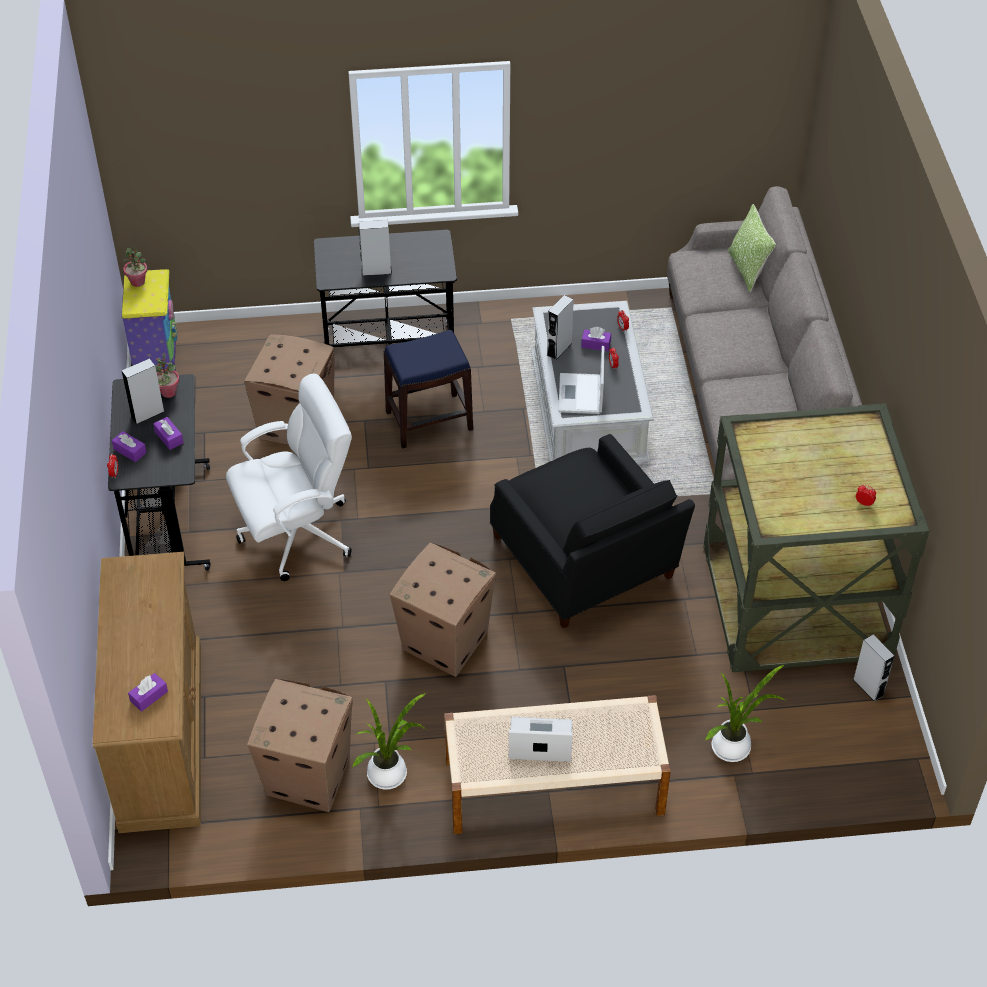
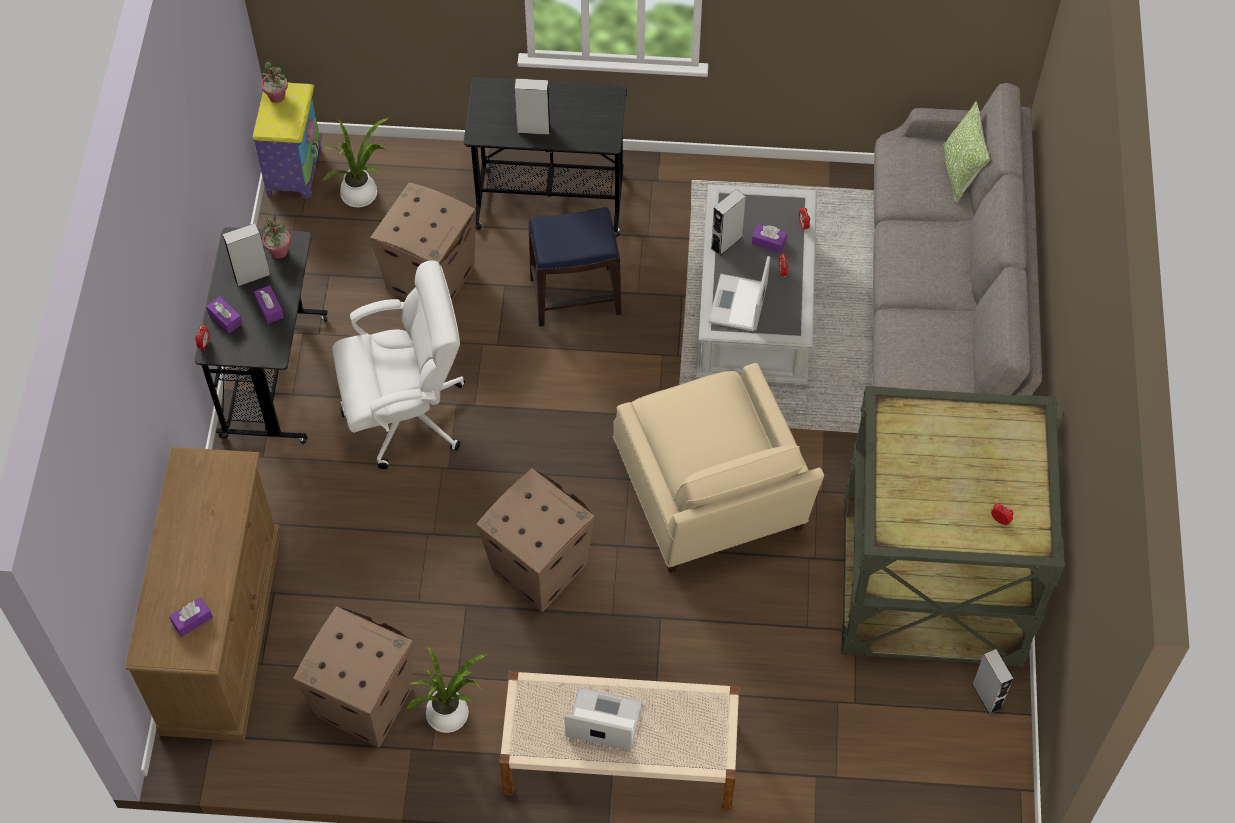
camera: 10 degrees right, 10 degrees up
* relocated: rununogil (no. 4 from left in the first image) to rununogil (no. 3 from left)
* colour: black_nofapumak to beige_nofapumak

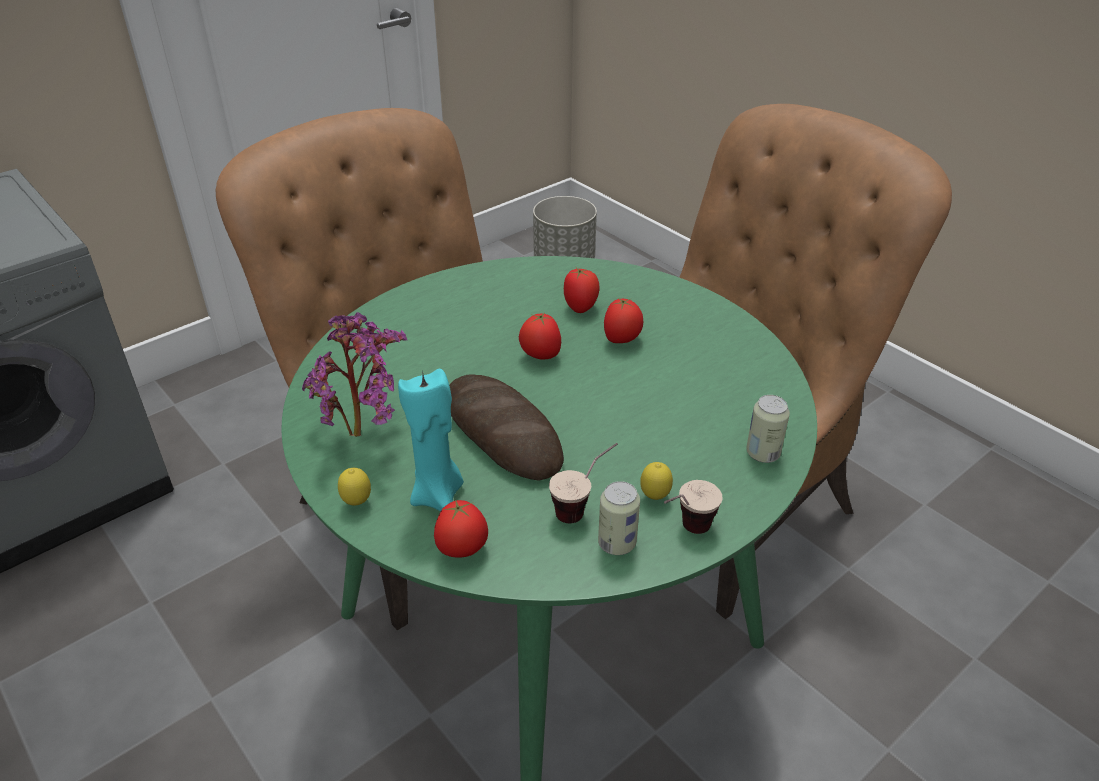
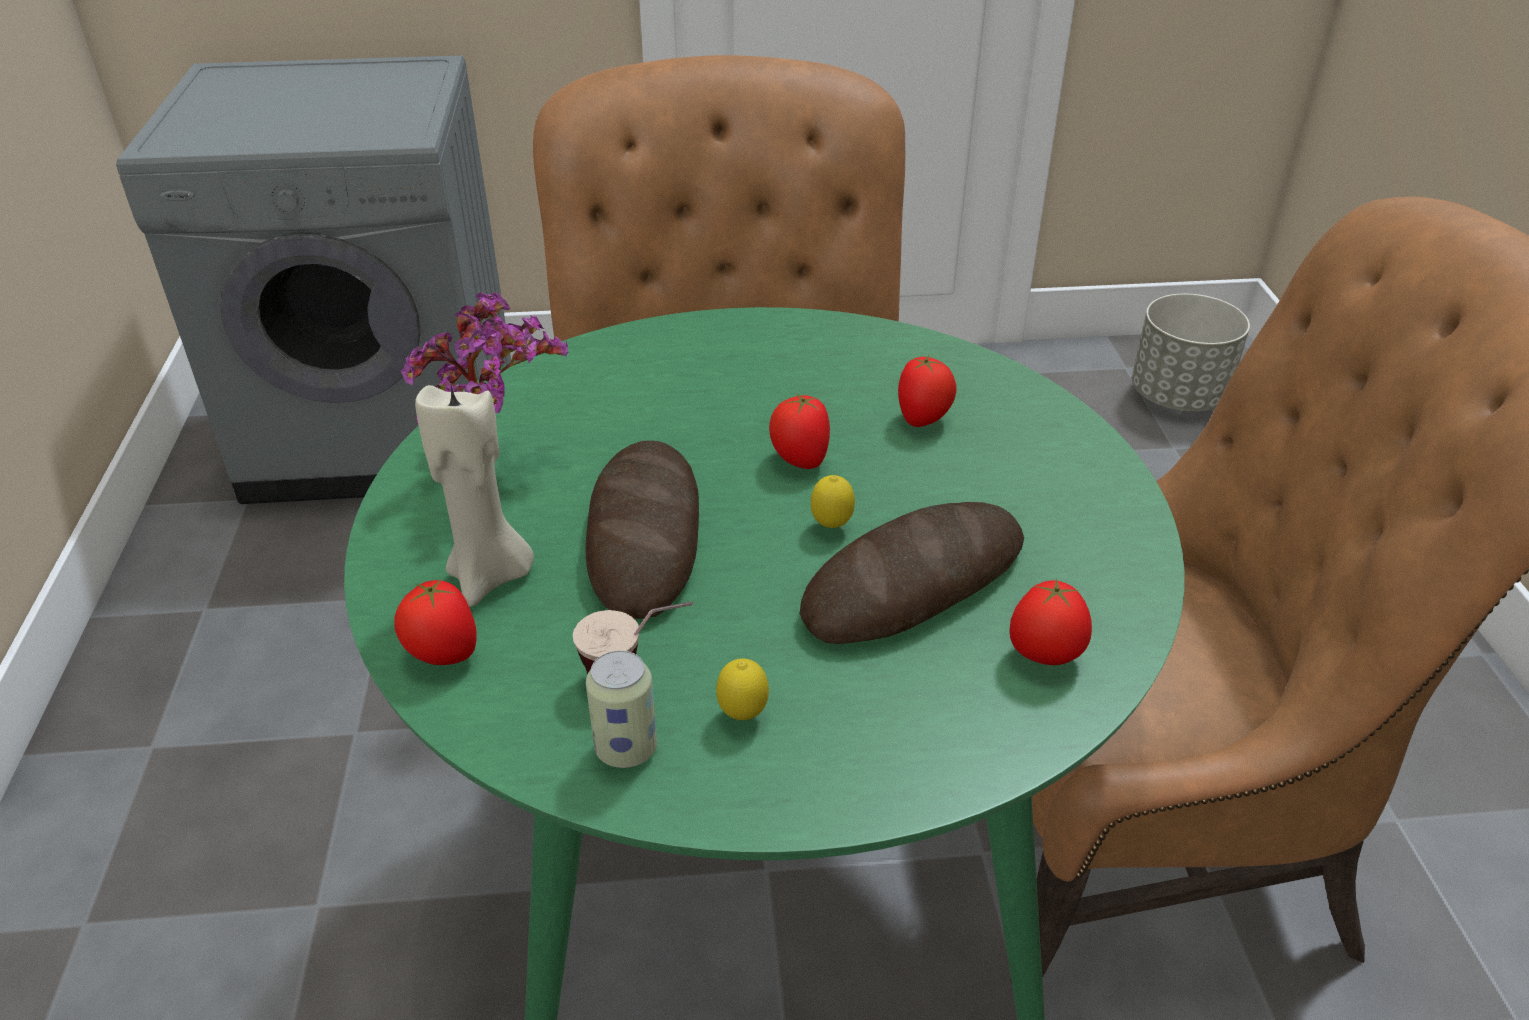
camera: 35 degrees right, 0 degrees up
* colour: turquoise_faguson to beige_faguson
* appeared: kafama (no. 2 from left)
* relocated: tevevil (no. 1 from left in the first image) to tevevil (no. 2 from left)
* relocated: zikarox (no. 4 from left)
* missing: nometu (no. 2 from left)
* missing: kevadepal (no. 2 from left)

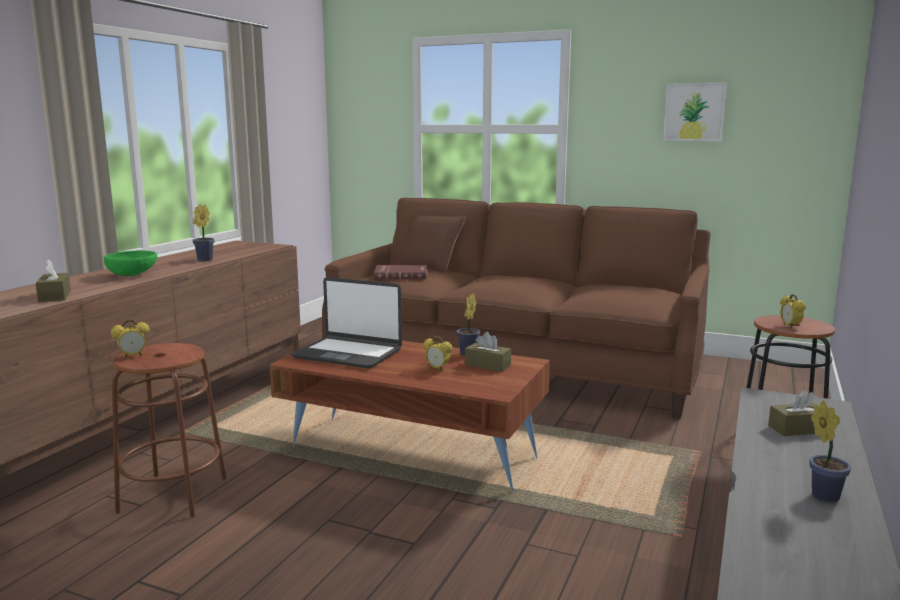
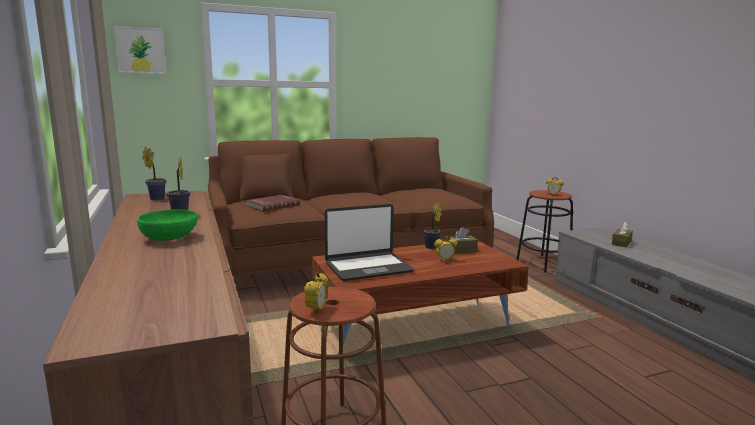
camera: 45 degrees left, 0 degrees up
* relocated: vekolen
* relocated: rununogil (no. 3 from left in the first image) to rununogil (no. 1 from left)
* missing: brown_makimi (no. 1 from left)

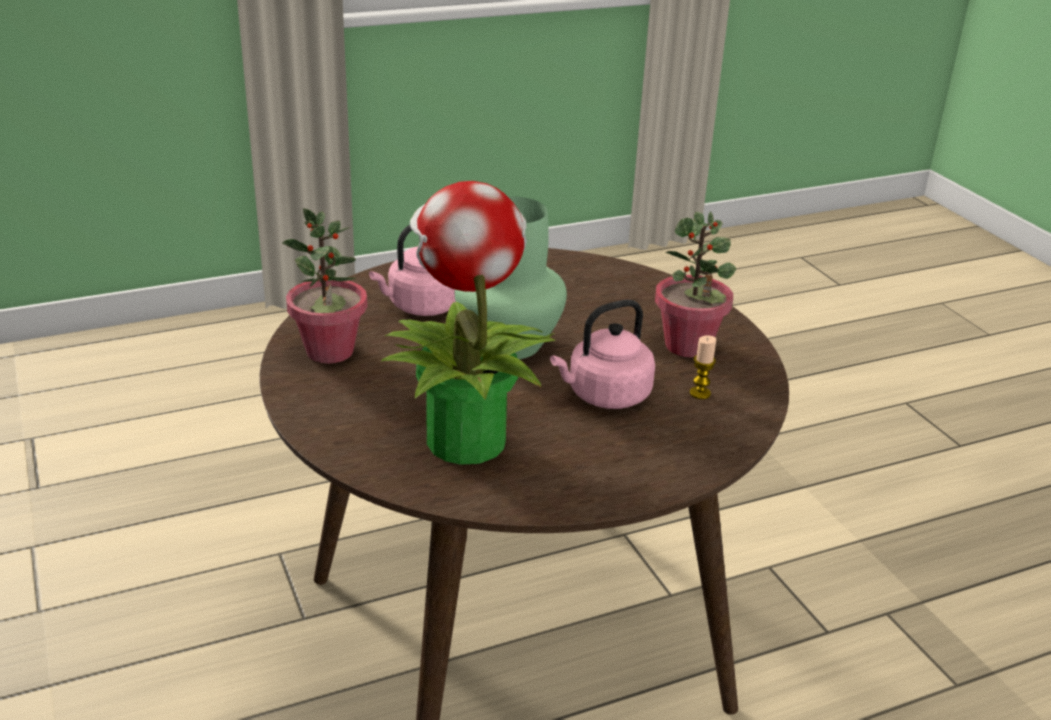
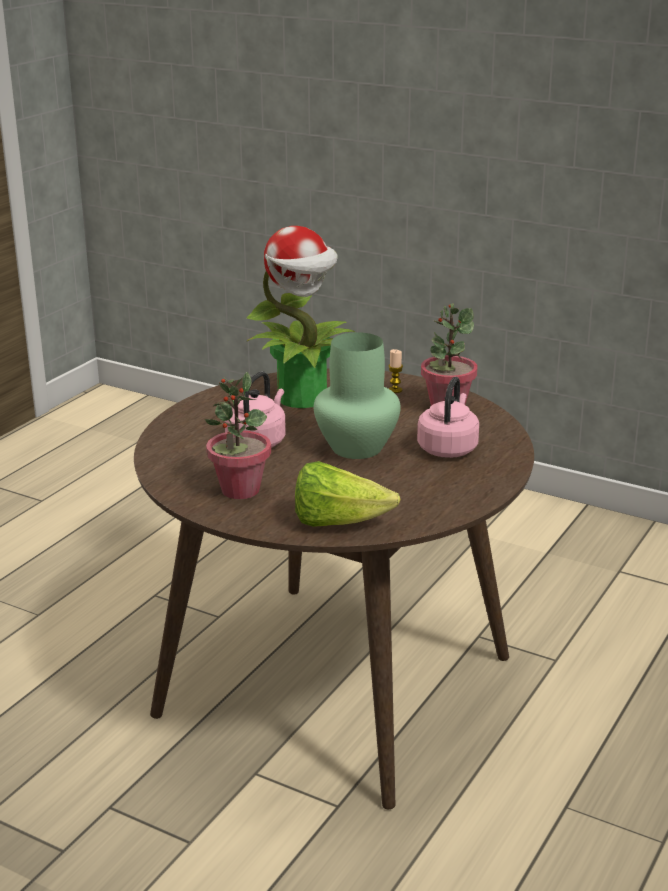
camera: 145 degrees right, 5 degrees down
* appeared: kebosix
* relocated: faguson

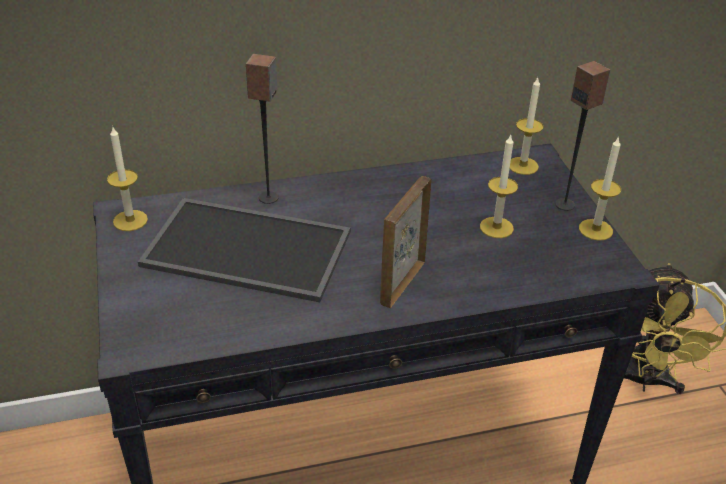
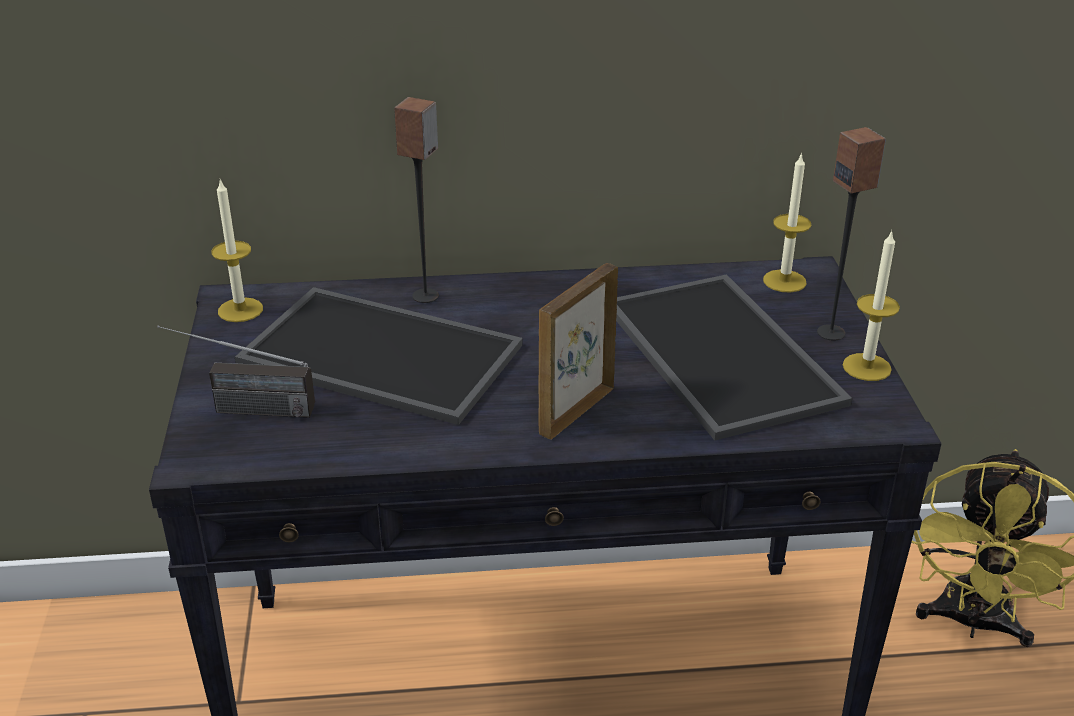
camera: 10 degrees right, 5 degrees down
* appeared: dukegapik
* exchanged: faguson (no. 2 from left) to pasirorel (no. 2 from left)

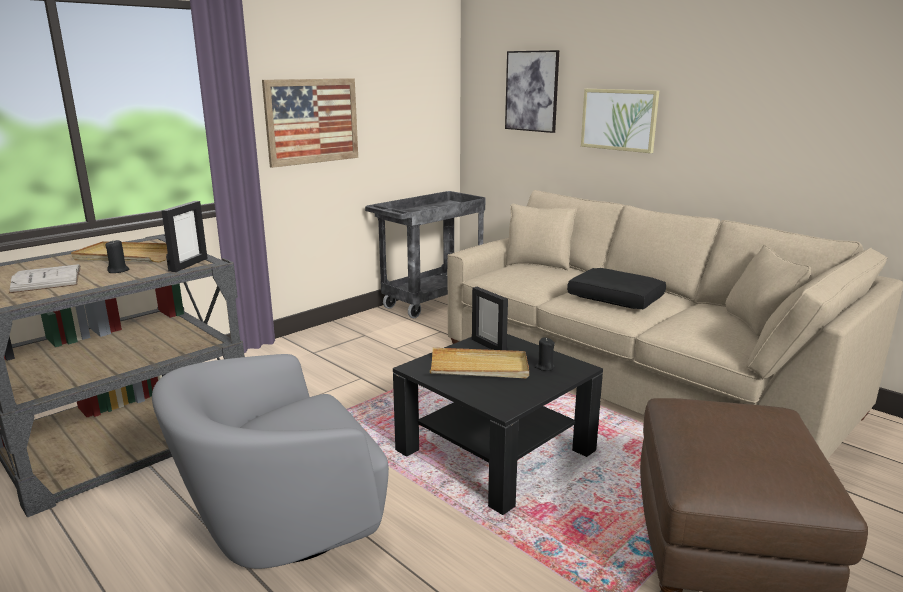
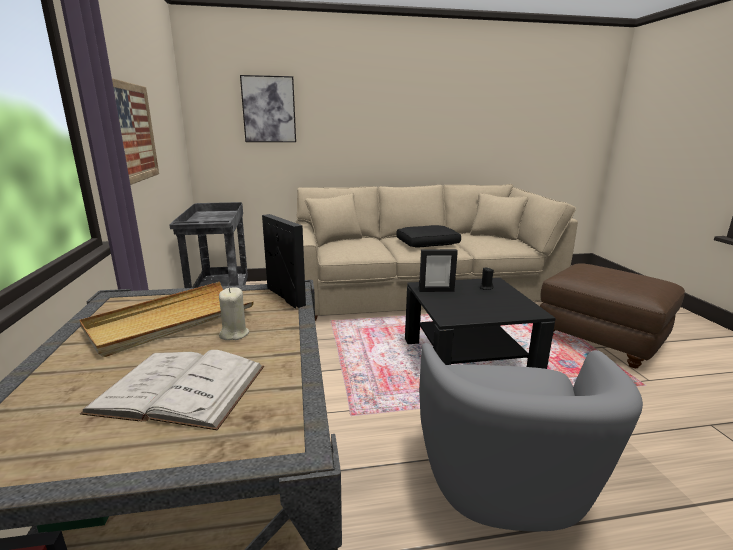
camera: 55 degrees left, 0 degrees up
* colour: black_faguson (no. 1 from left) to beige_faguson
* missing: beige_pasirorel (no. 2 from left)
* missing: vekolen (no. 3 from left)

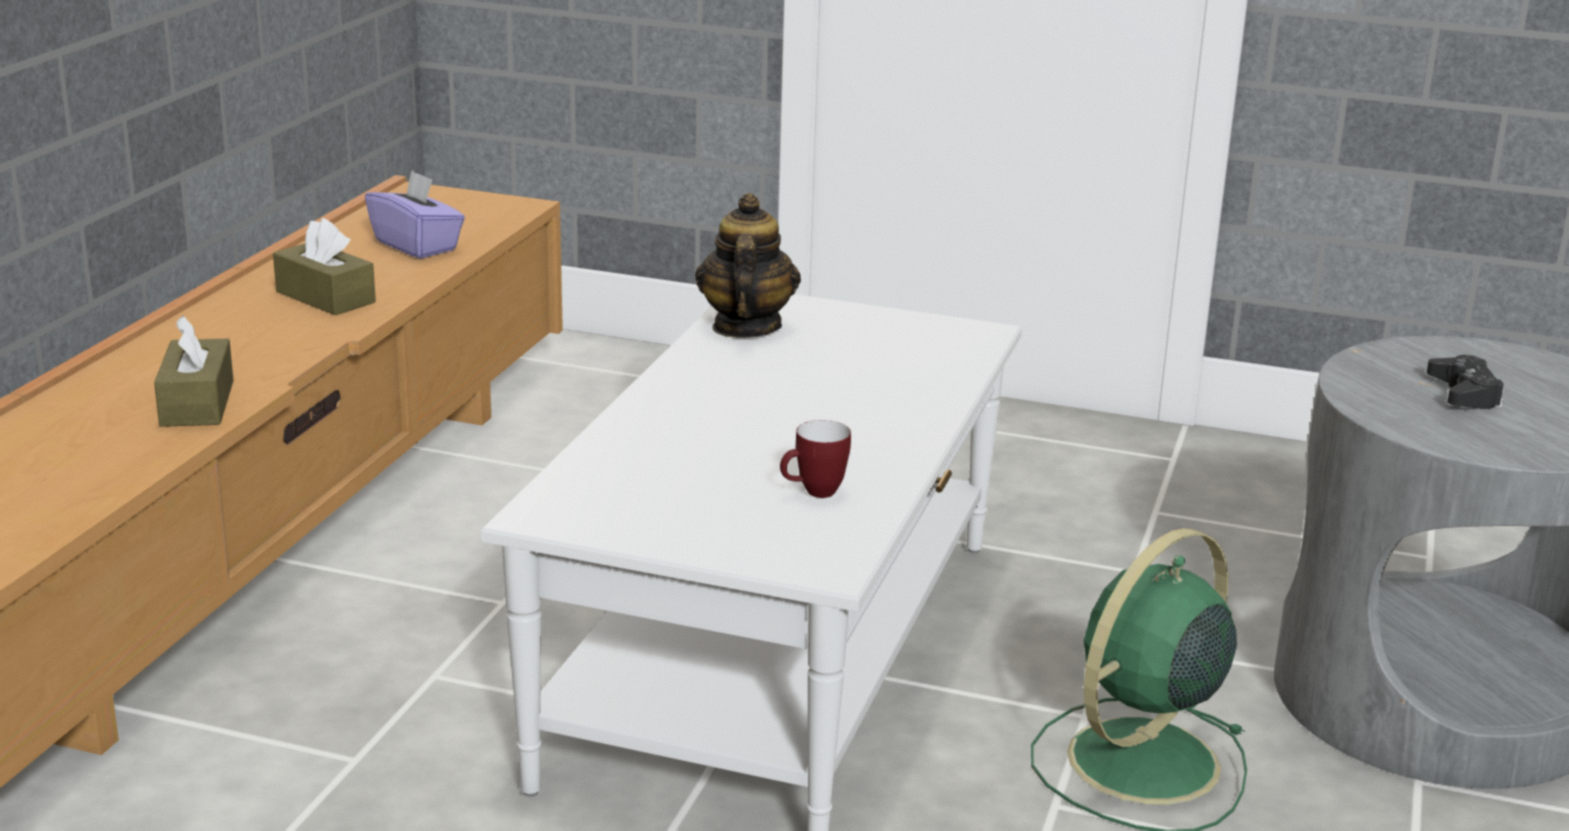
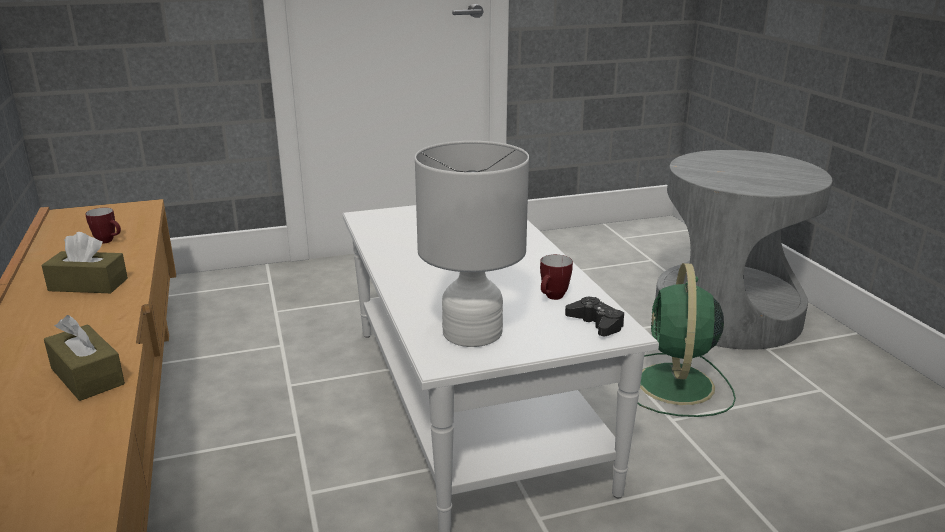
camera: 35 degrees left, 0 degrees up
* exchanged: purple_makimi to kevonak (no. 1 from left)
* appeared: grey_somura
* relocated: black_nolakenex
* missing: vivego

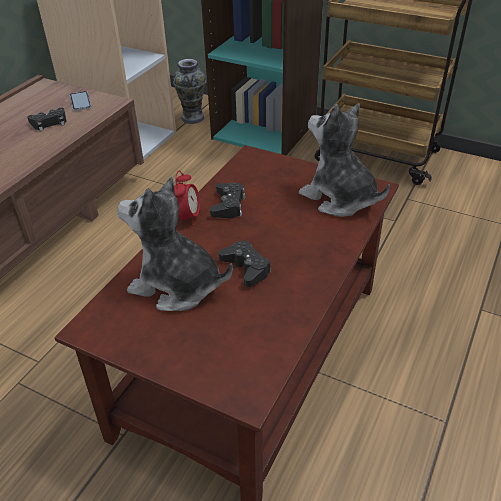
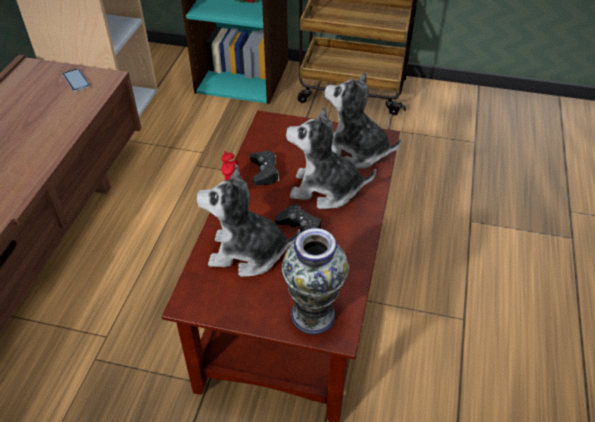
camera: 15 degrees left, 5 degrees up
* relocated: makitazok
* appeared: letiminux (no. 2 from left)
* missing: black_nolakenex (no. 1 from left)

